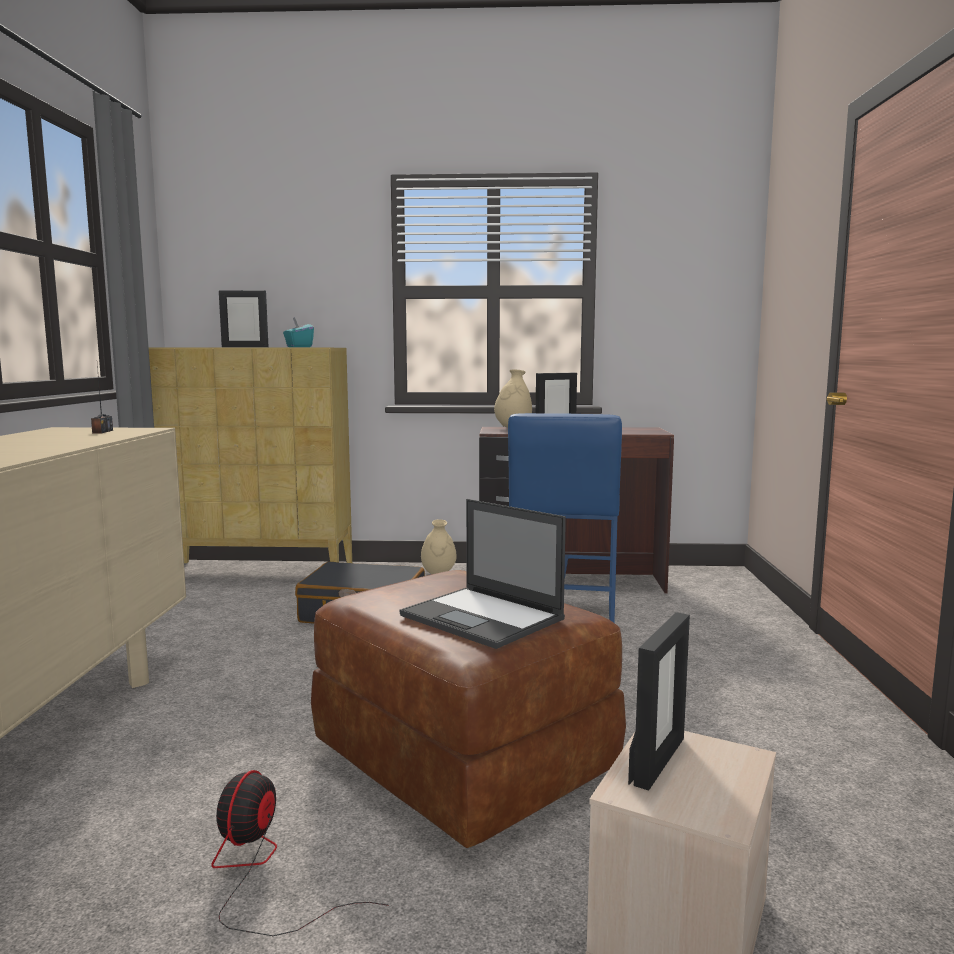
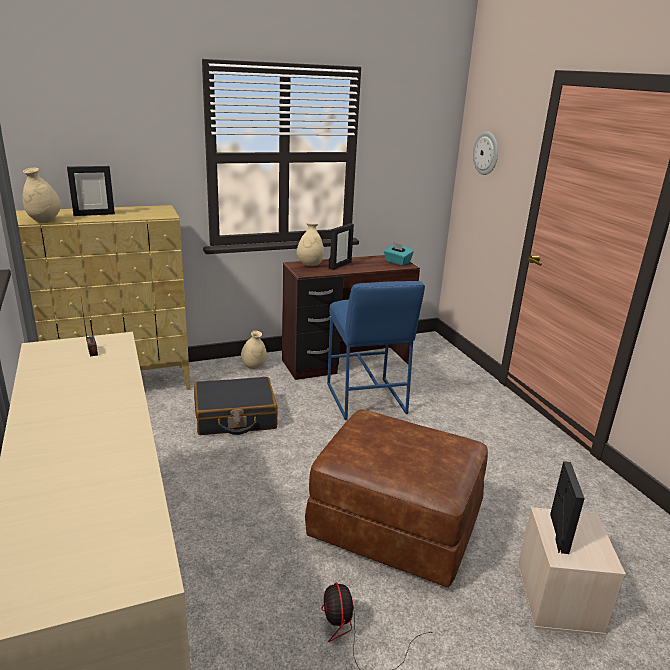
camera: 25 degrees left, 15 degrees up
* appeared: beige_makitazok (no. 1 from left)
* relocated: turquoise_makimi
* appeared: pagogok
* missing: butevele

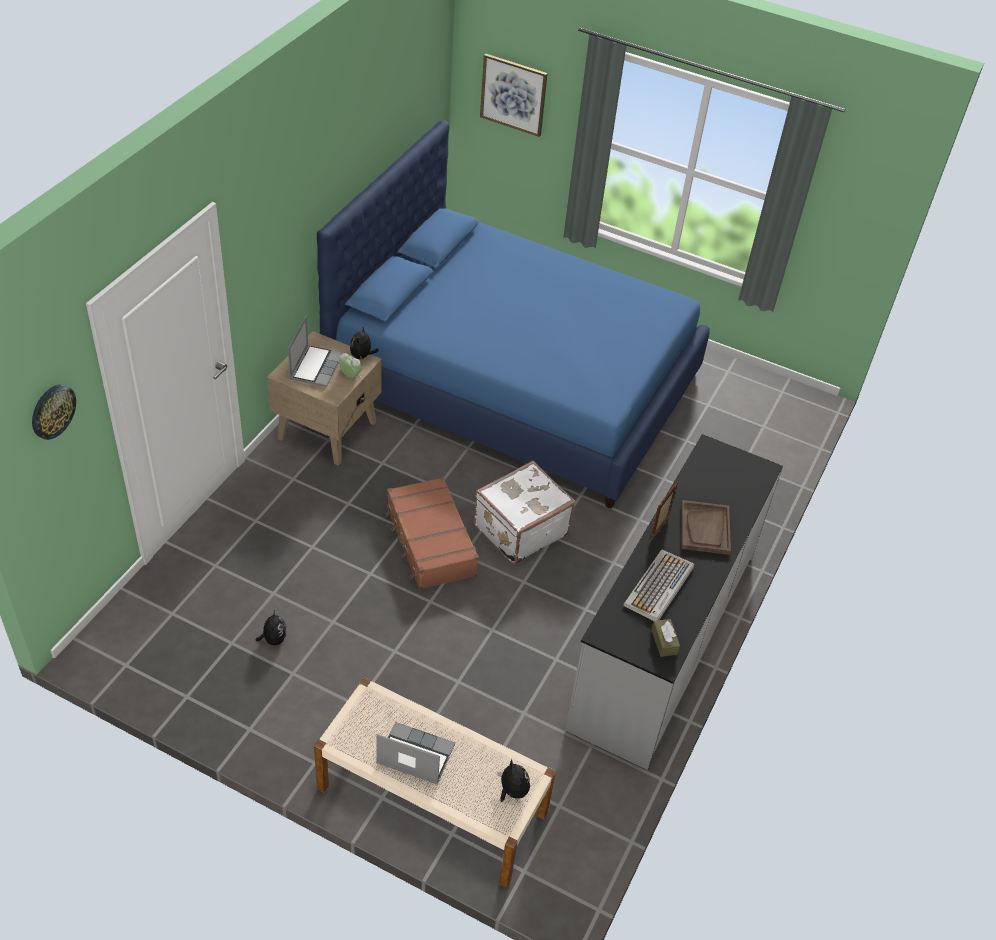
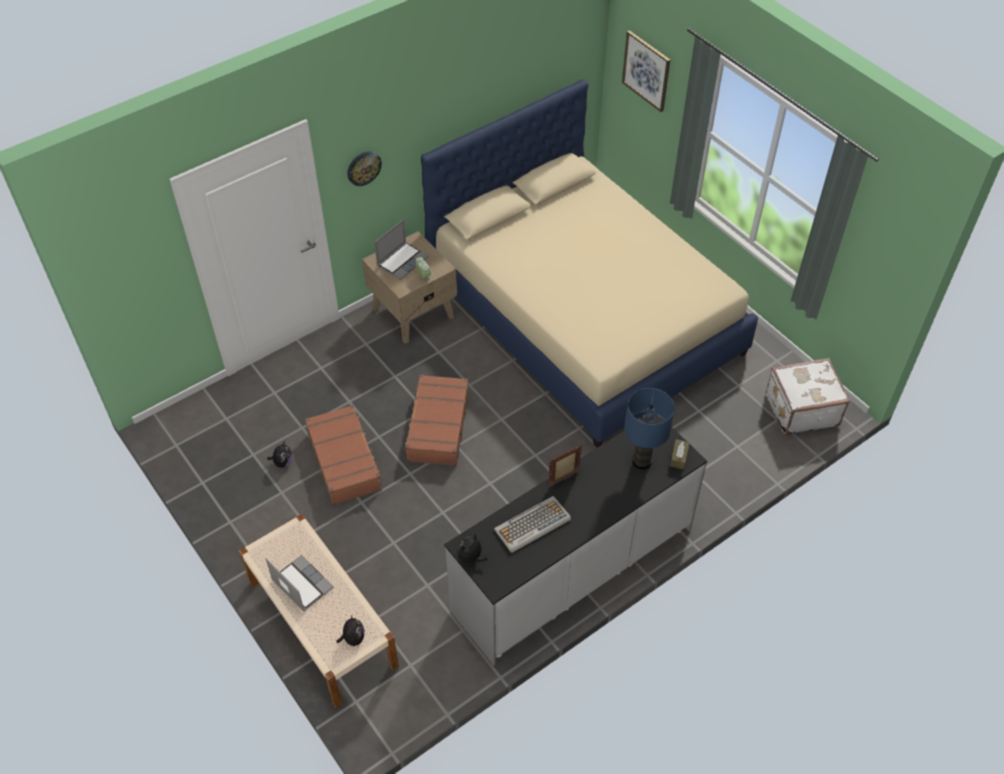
camera: 30 degrees right, 5 degrees up
* appeared: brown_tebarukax (no. 1 from left)
* relocated: pagogok
* colour: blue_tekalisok to beige_tekalisok
* relocated: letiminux (no. 2 from left in the first image) to letiminux (no. 3 from left)
* appeared: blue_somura
* relocated: brown_makimi
* relocated: white_tebarukax
* missing: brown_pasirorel

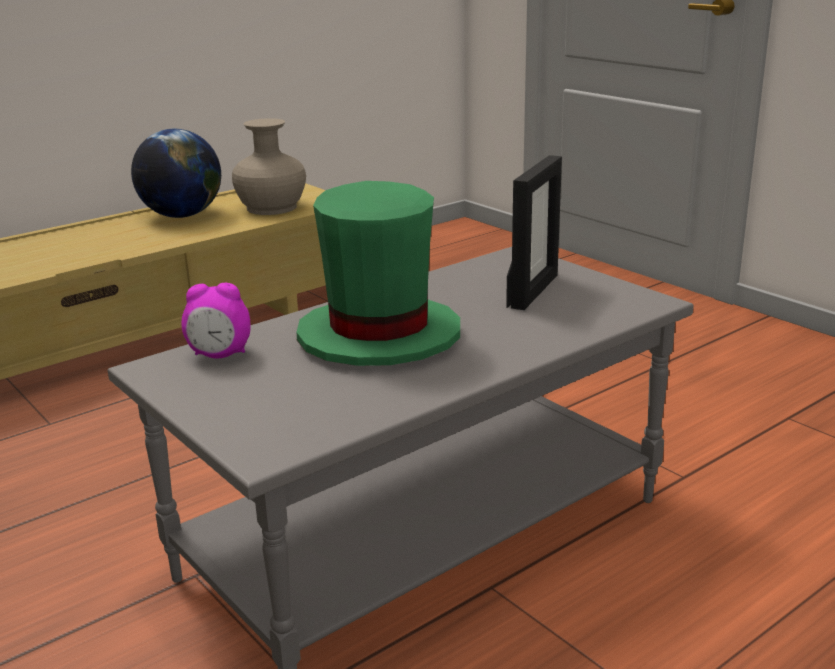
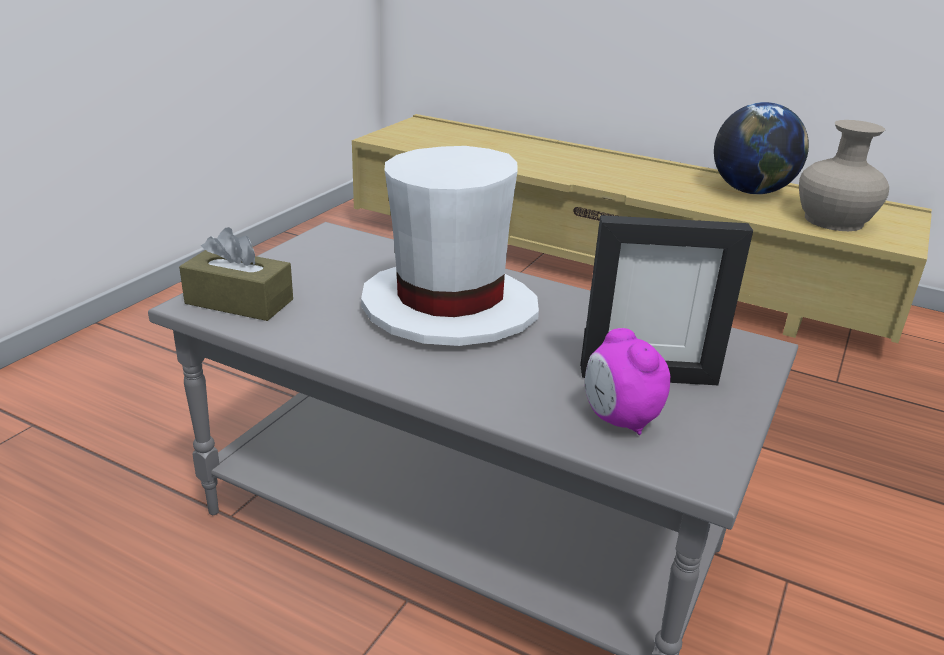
camera: 65 degrees right, 5 degrees up
* appeared: brown_makimi
* colour: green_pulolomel to white_pulolomel
* relocated: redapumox

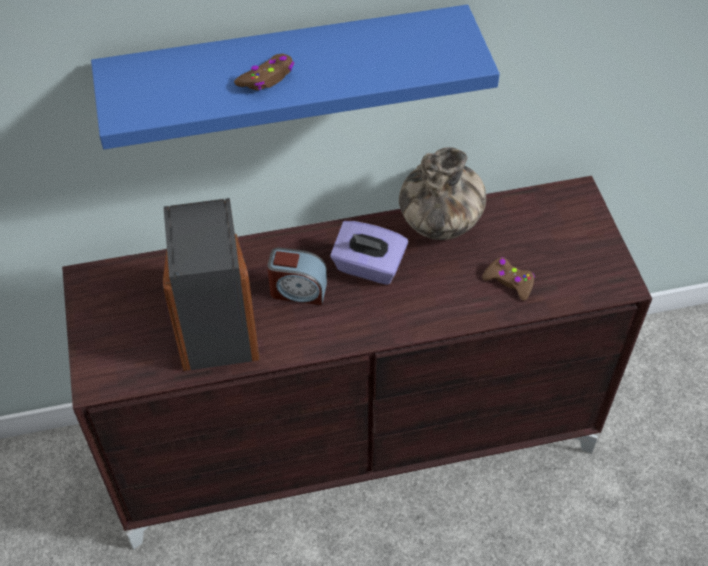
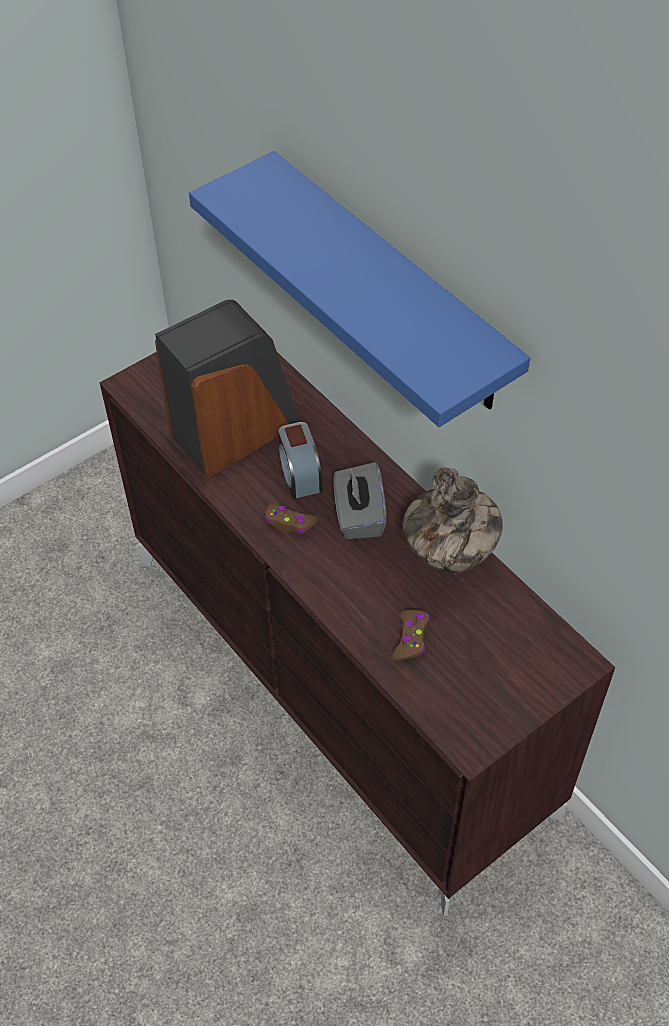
camera: 65 degrees right, 0 degrees up
* relocated: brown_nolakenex (no. 1 from left)
* colour: purple_makimi to grey_makimi

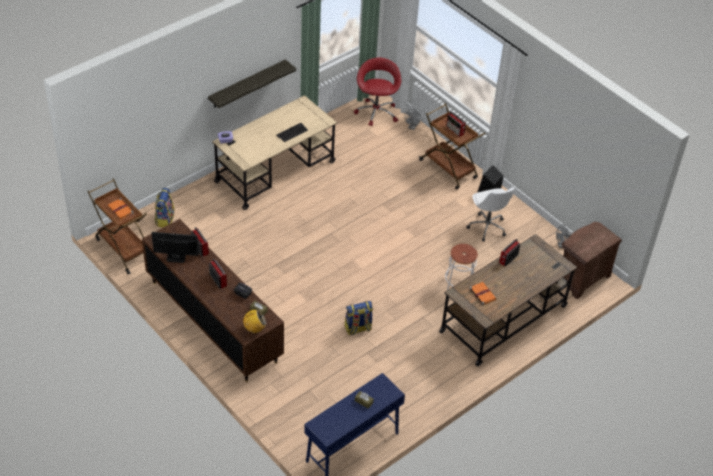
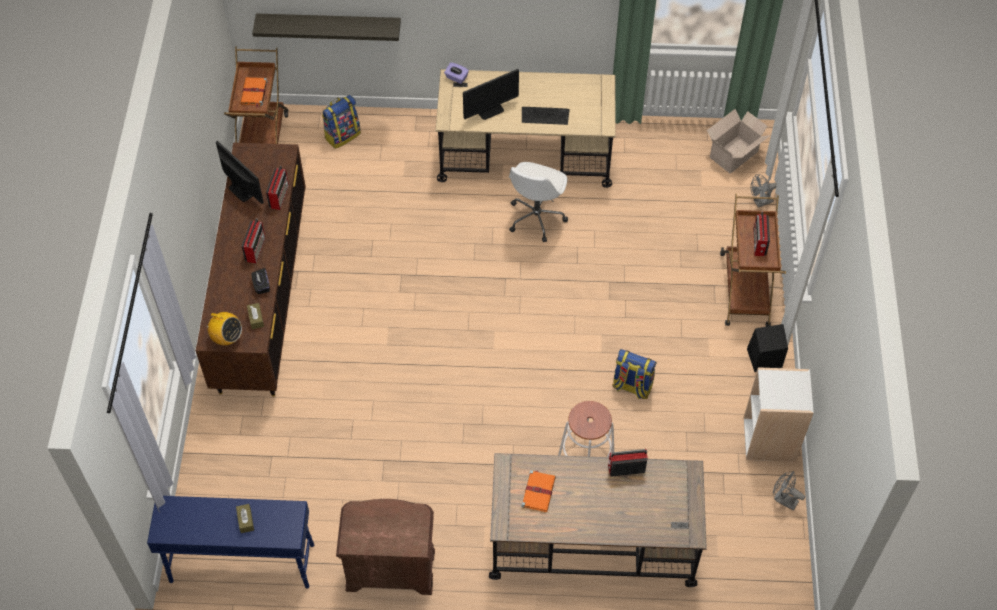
camera: 45 degrees right, 10 degrees up
* relocated: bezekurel
* relocated: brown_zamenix
* appeared: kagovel (no. 2 from left)
* relocated: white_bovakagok
* relocated: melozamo (no. 2 from left)
* exchanged: red_bovakagok to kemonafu
* appeared: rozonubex

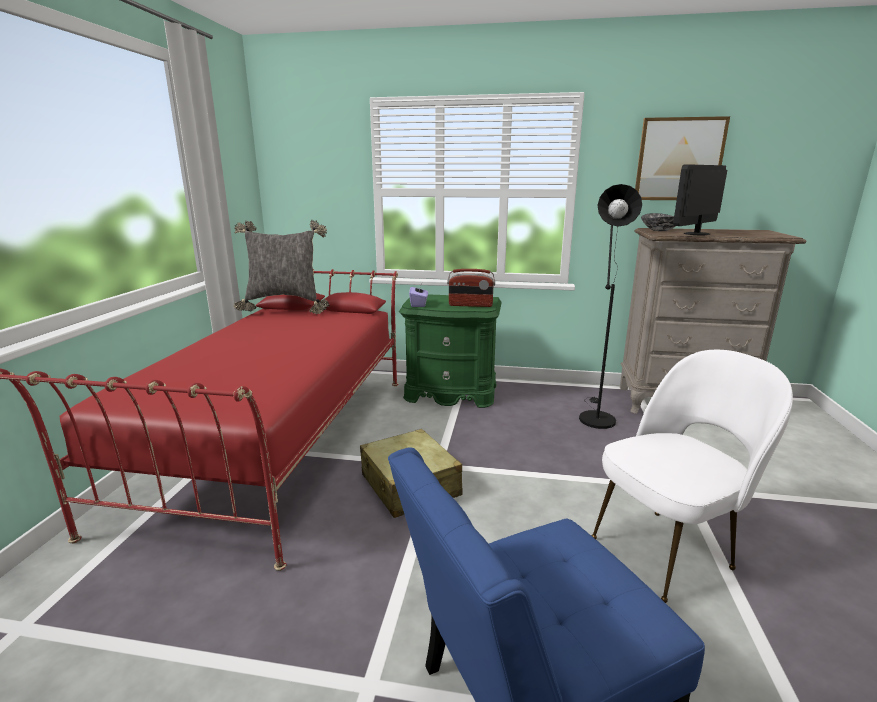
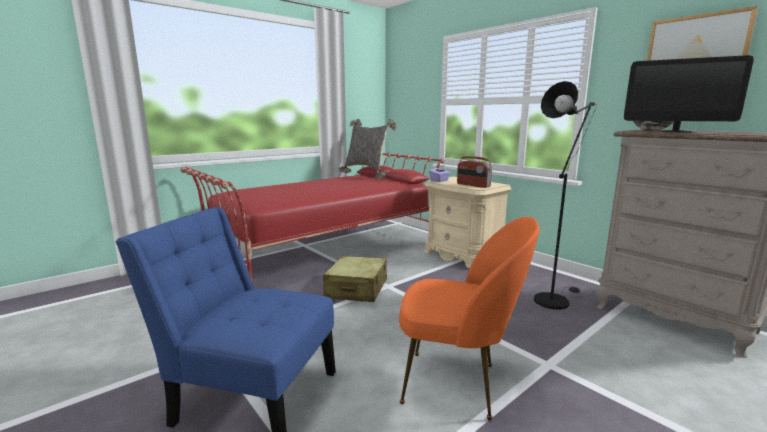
camera: 40 degrees right, 5 degrees down
* colour: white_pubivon to orange_pubivon
* colour: green_zamenix to beige_zamenix
* spun: kagovel 150 degrees counterclockwise

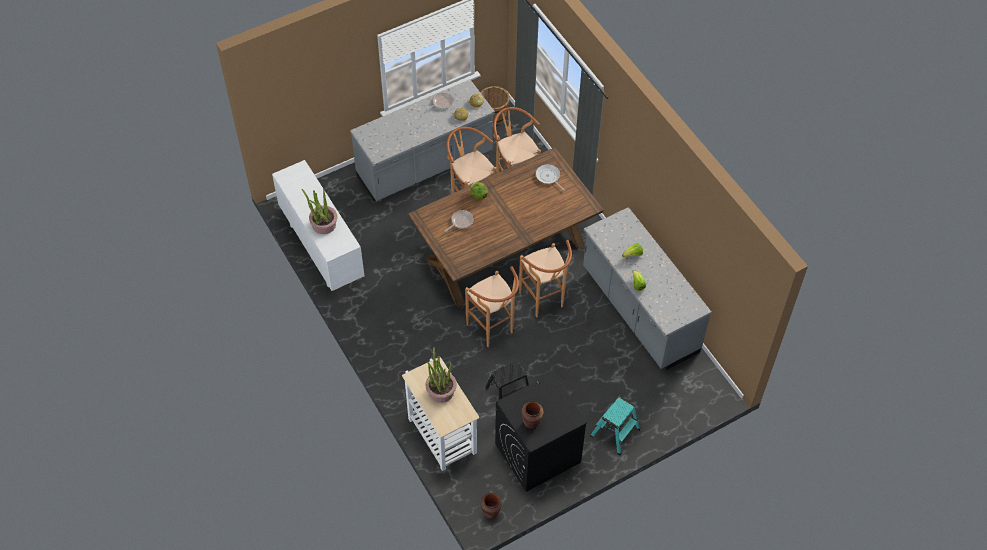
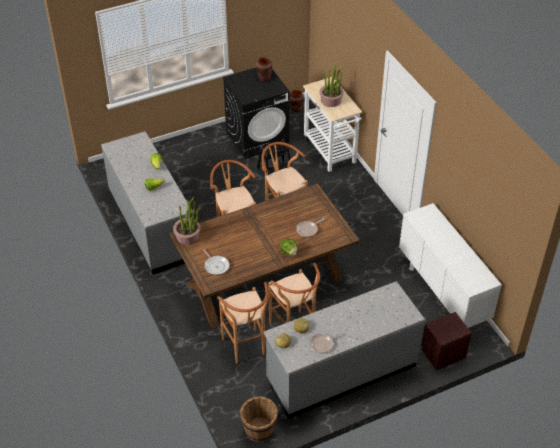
camera: 175 degrees left, 10 degrees down
* relocated: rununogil (no. 1 from left)
* appeared: brown_zamenix
* missing: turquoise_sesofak

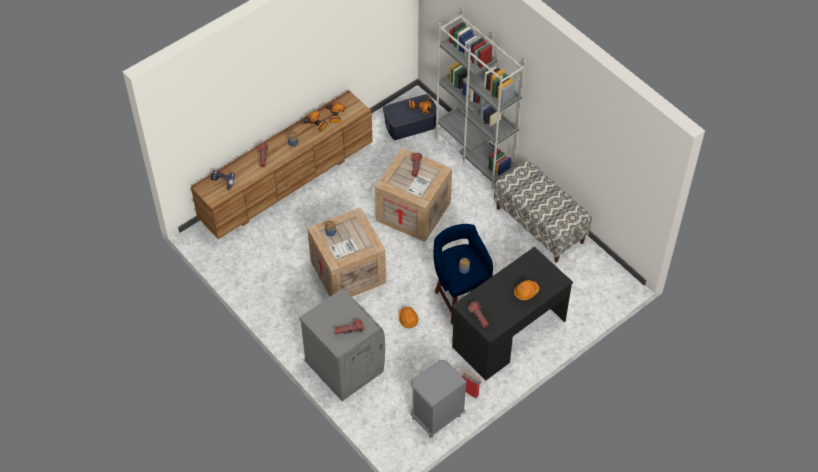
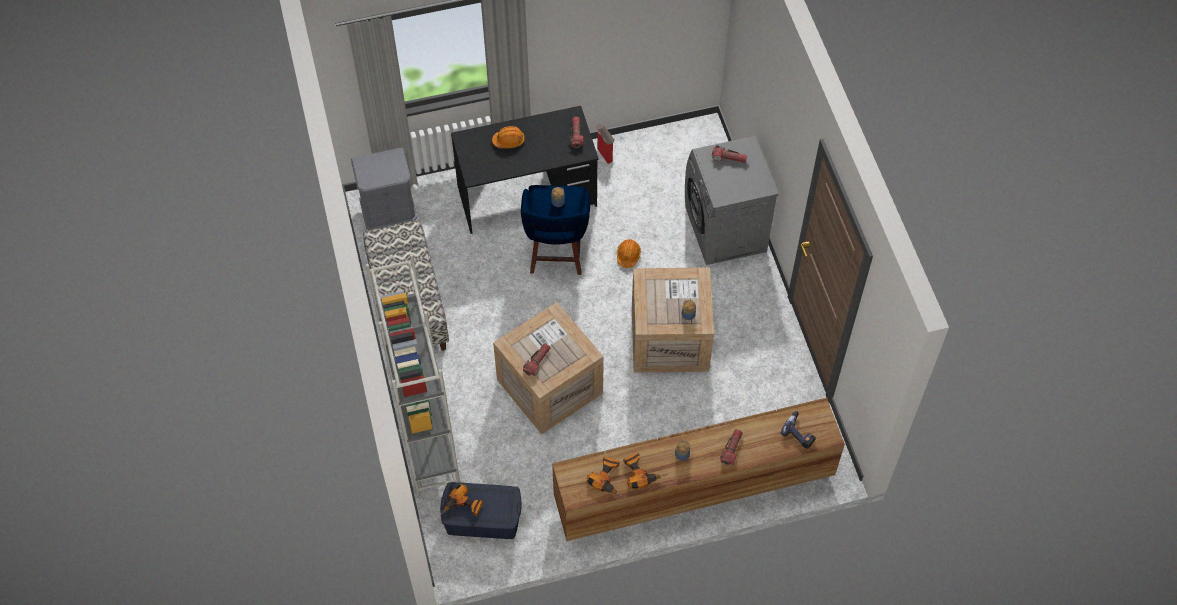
camera: 155 degrees left, 5 degrees up
* relocated: grey_zamenix

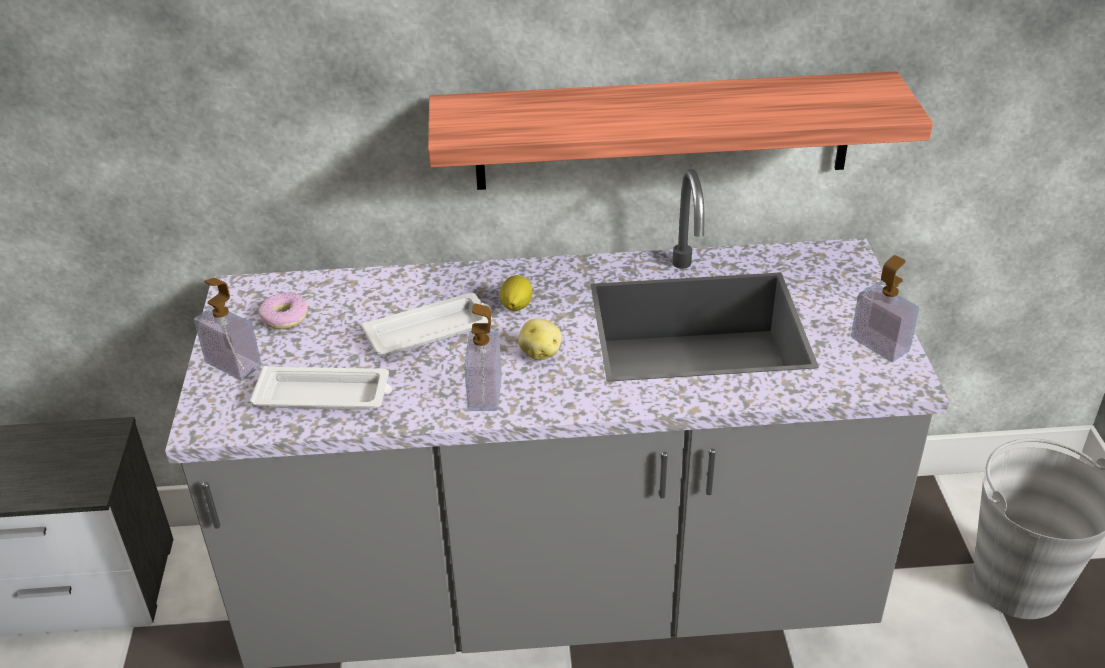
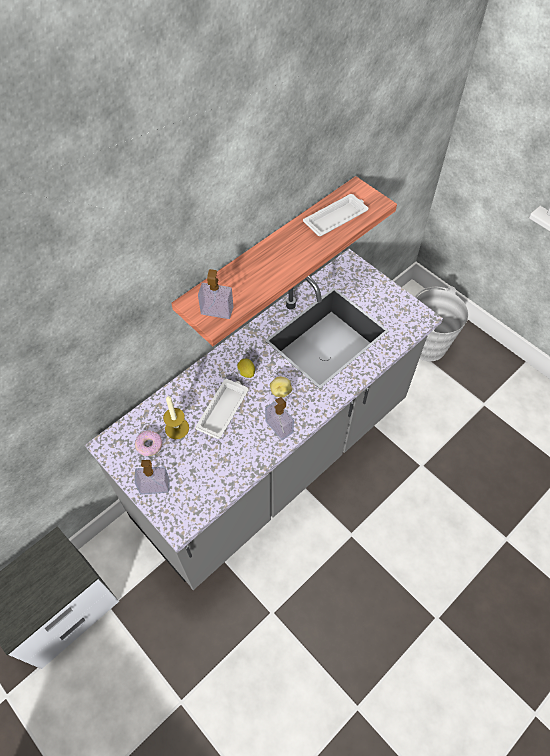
camera: 40 degrees left, 20 degrees up
* appeared: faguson
* relocated: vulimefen (no. 3 from left in the first image) to vulimefen (no. 2 from left)
* relocated: white_pasirorel (no. 1 from left in the first image) to white_pasirorel (no. 2 from left)

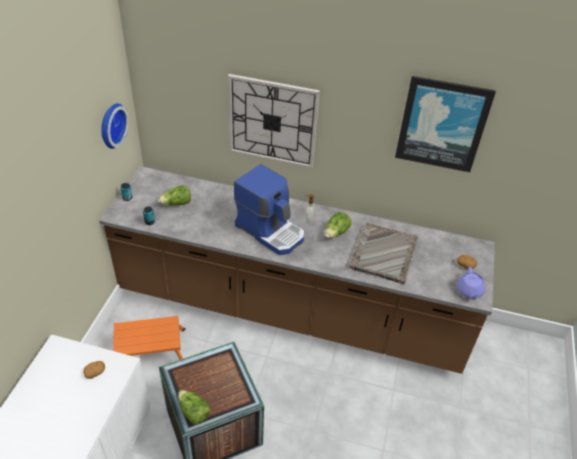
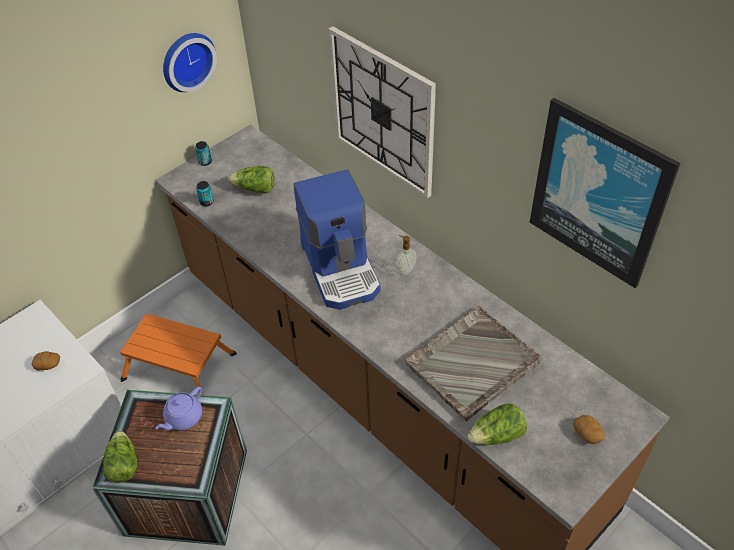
camera: 35 degrees right, 5 degrees up
* relocated: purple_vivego
* relocated: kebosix (no. 3 from left)

